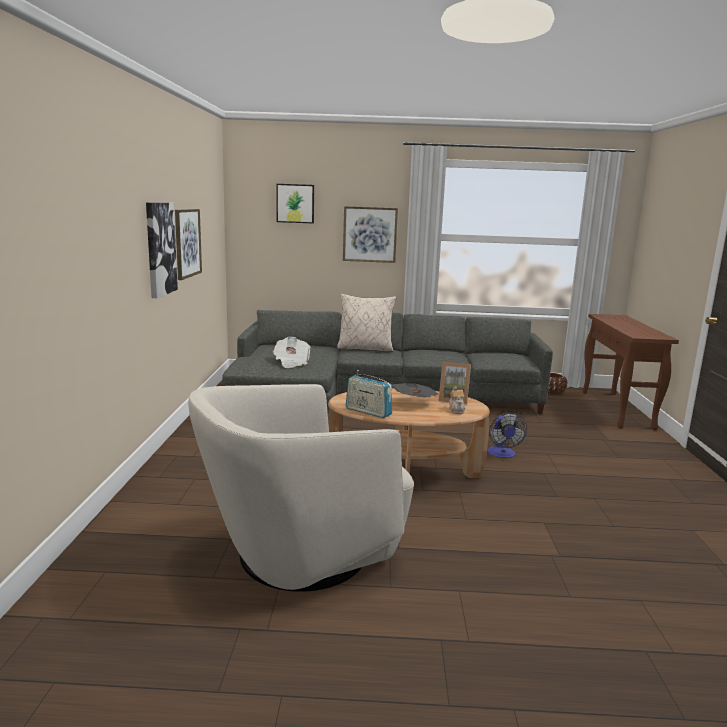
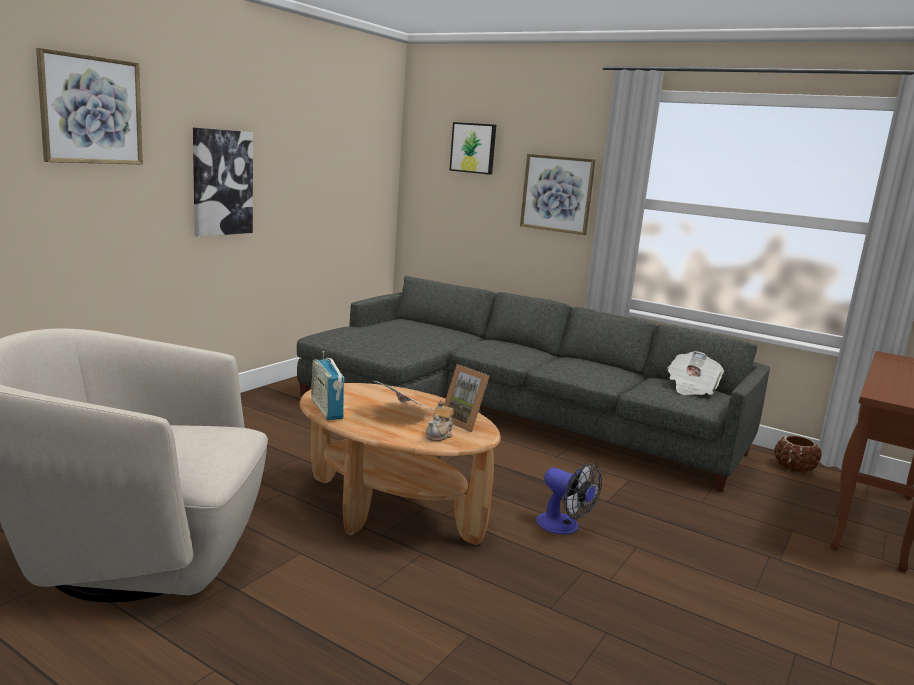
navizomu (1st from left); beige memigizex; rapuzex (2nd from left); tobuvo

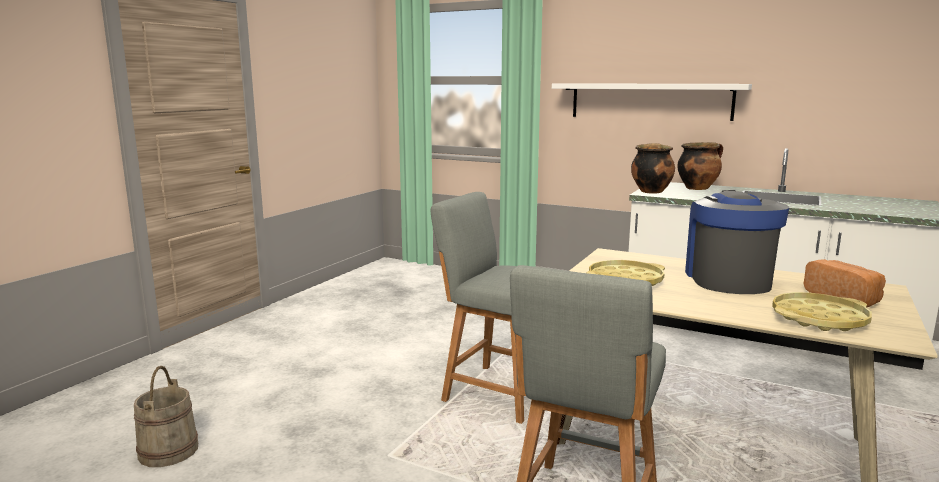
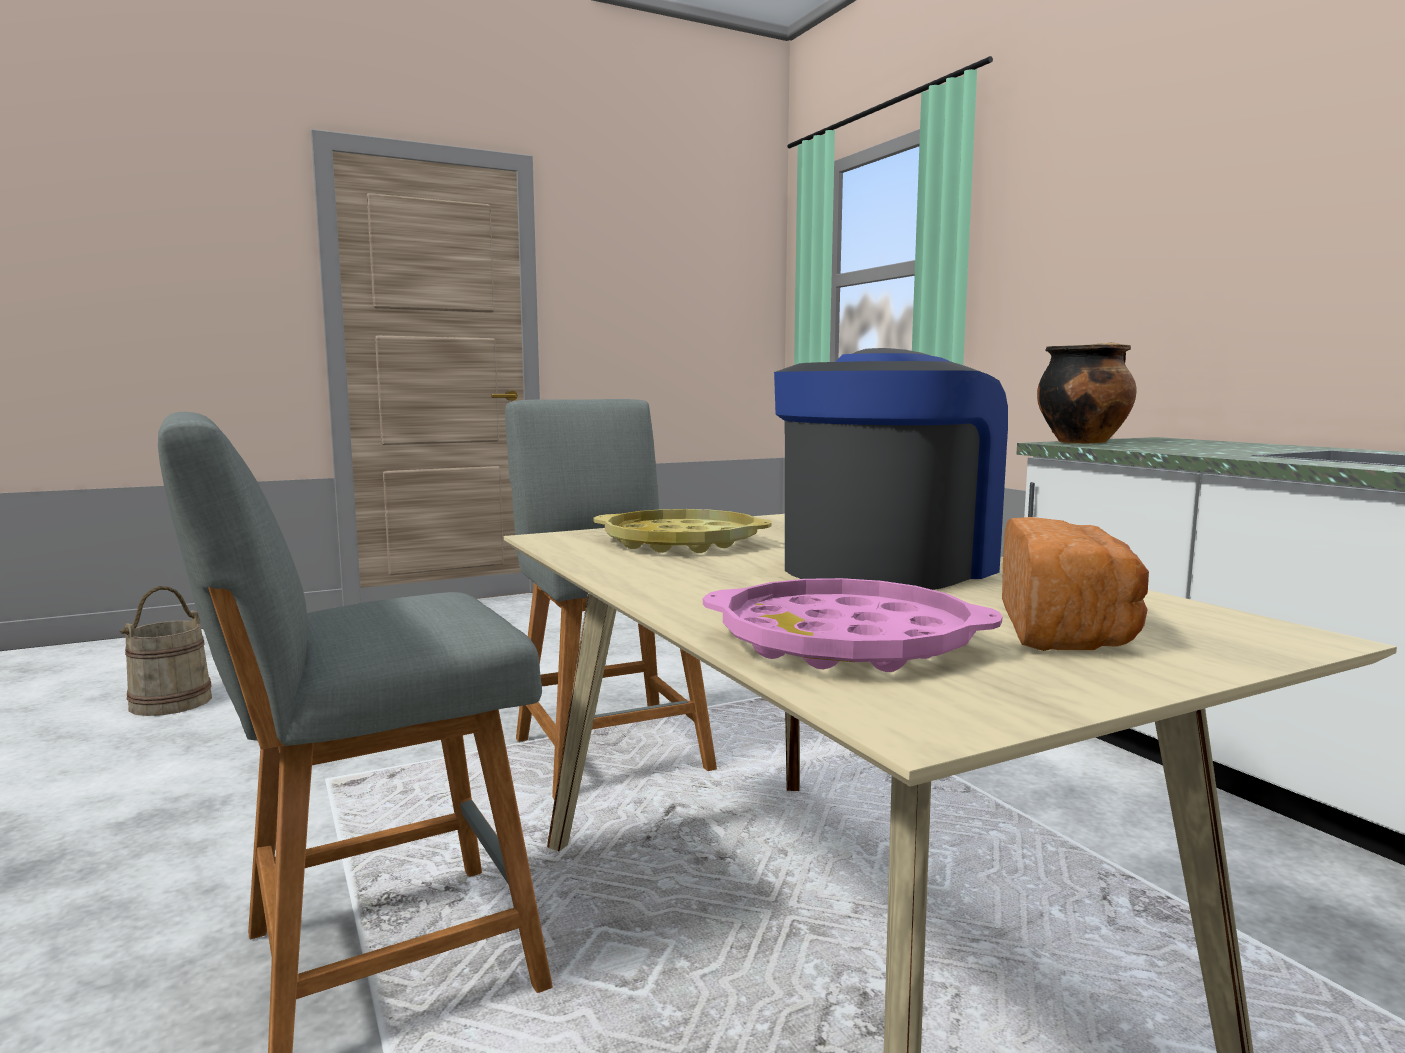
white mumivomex; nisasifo (2nd from left in the first image); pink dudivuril

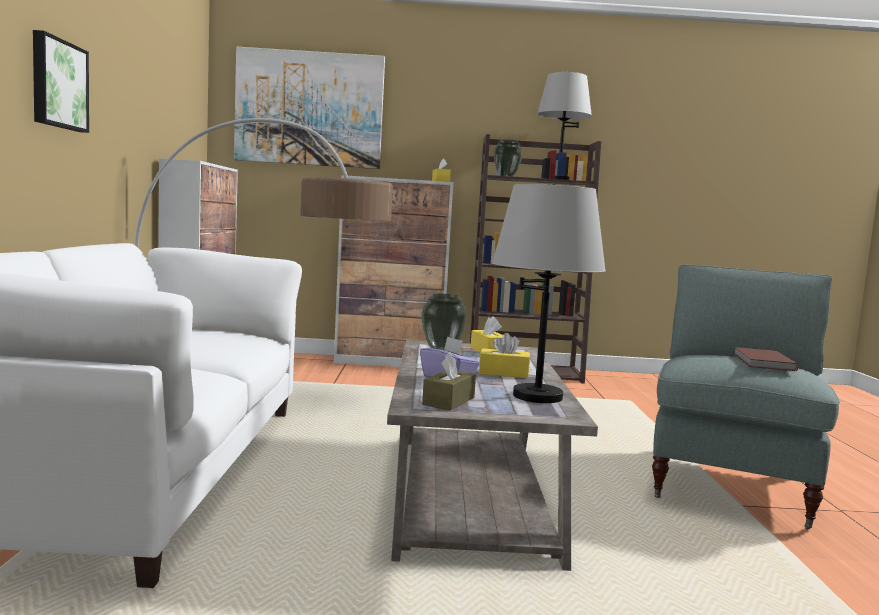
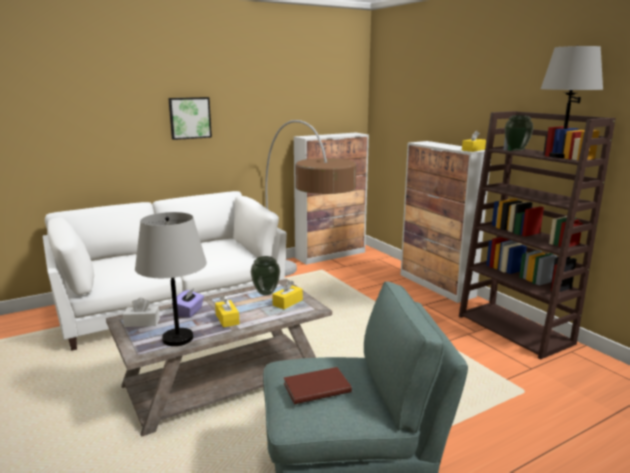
navizomu (2nd from left in the first image); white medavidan

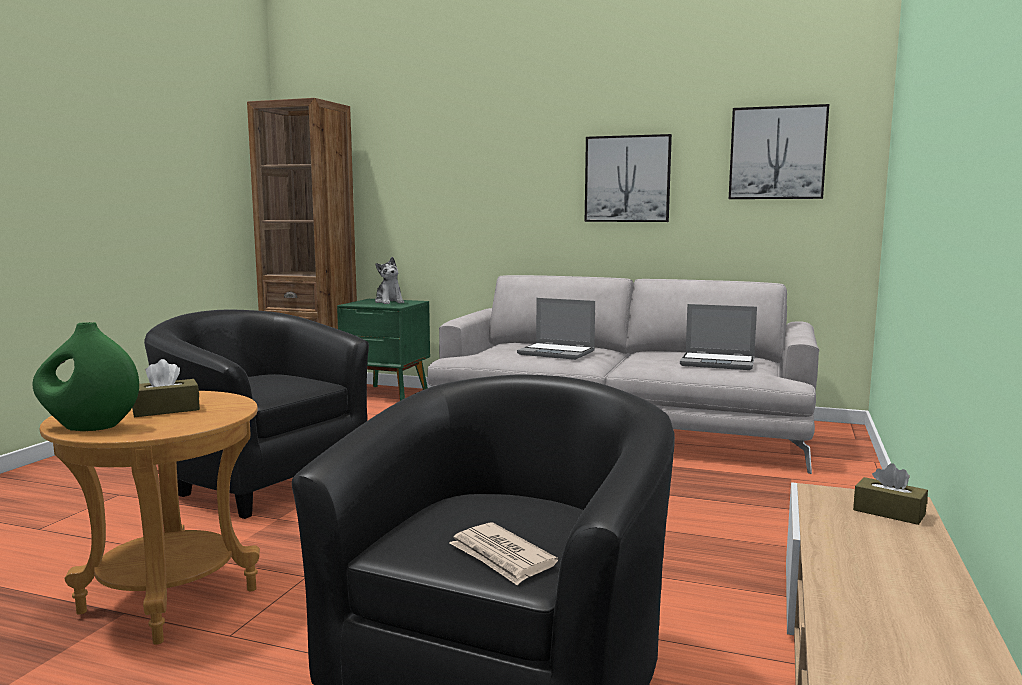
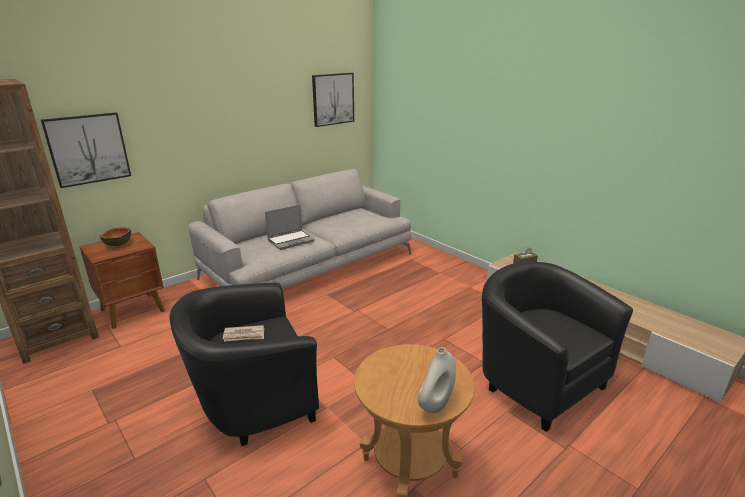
navizomu (1st from left); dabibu; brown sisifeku; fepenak (2nd from left in the first image); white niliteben; brown medavidan (1st from left in the first image); rapuzex

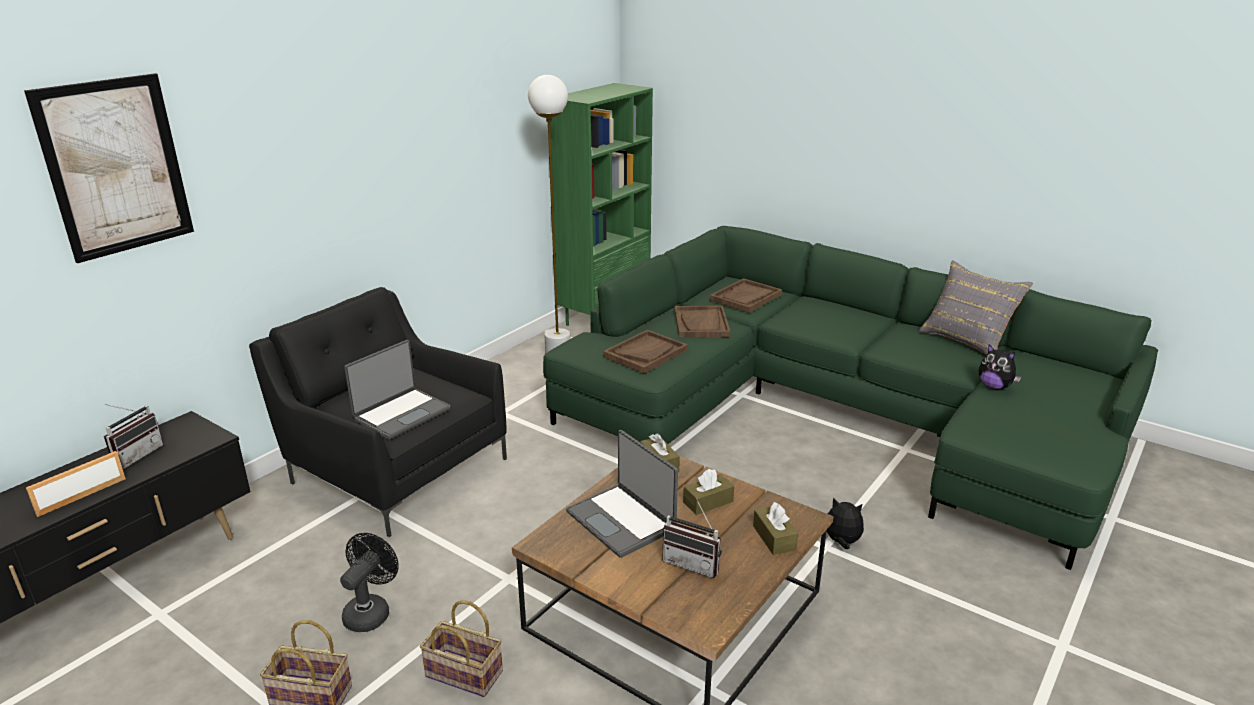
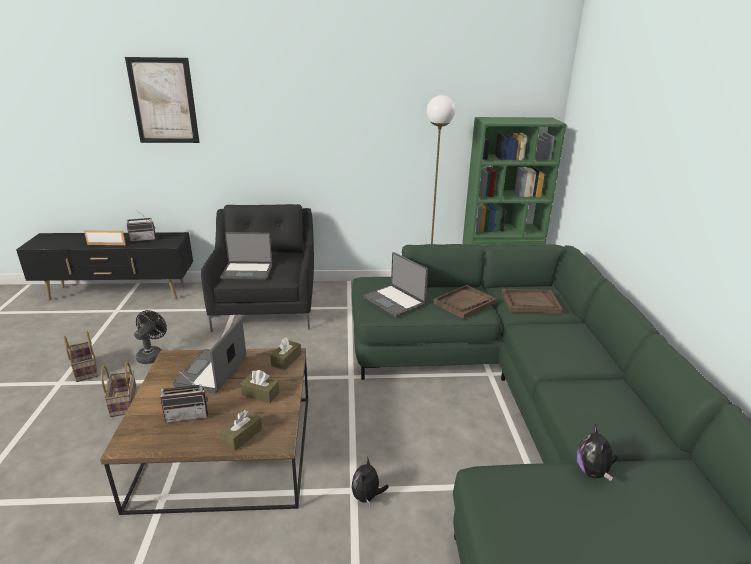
grey memigizex; fepenak (3rd from left); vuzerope (1st from left); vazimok (2nd from left); black tobuvo

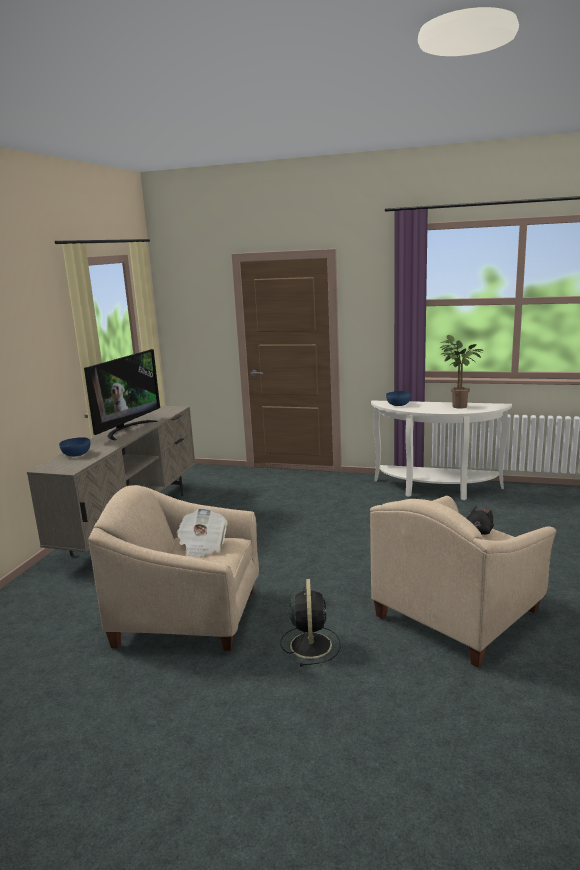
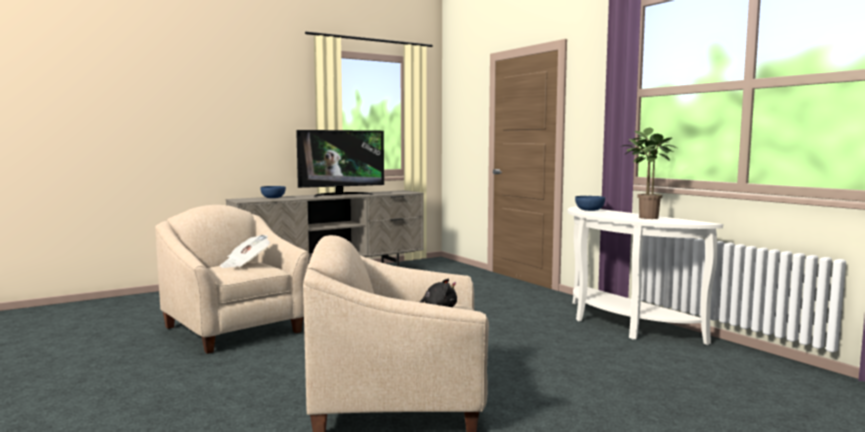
black tobuvo

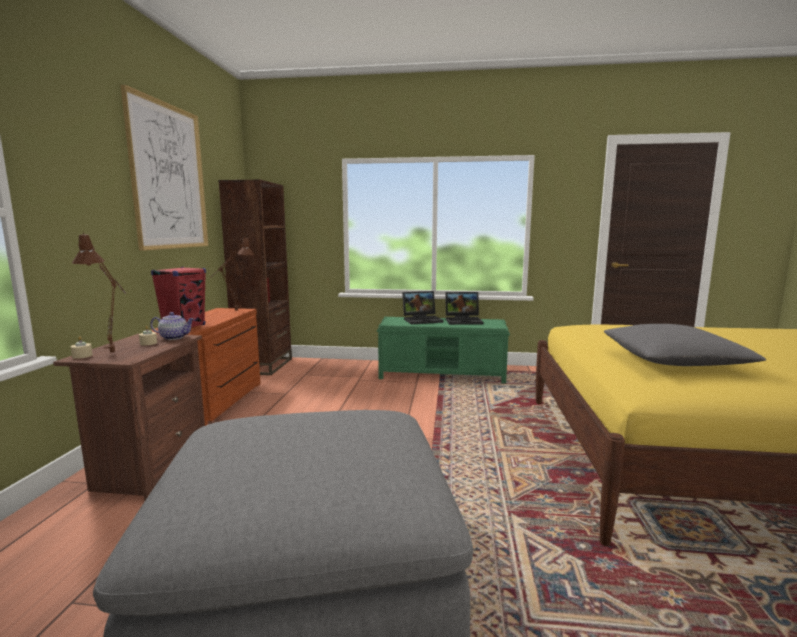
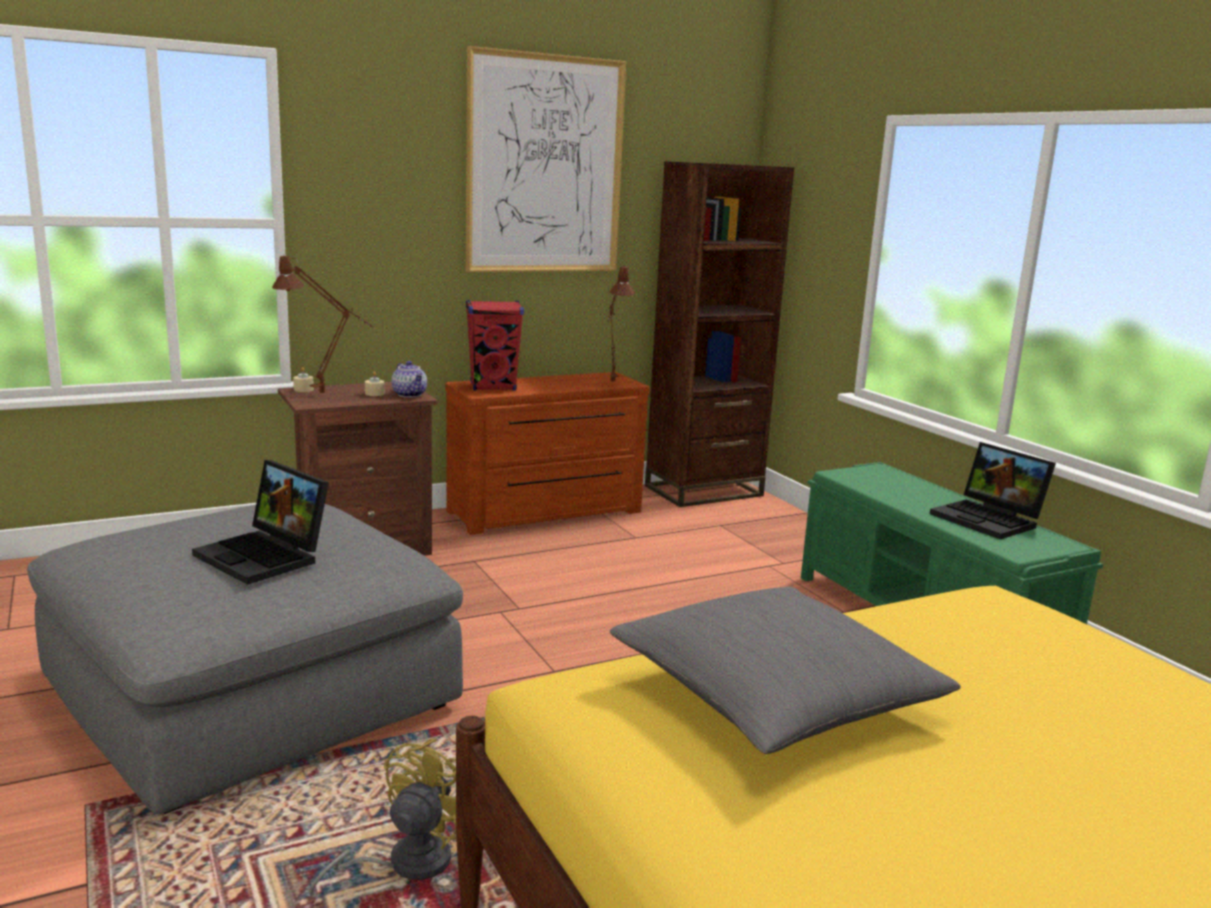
fepenak (1st from left); yellow tobuvo

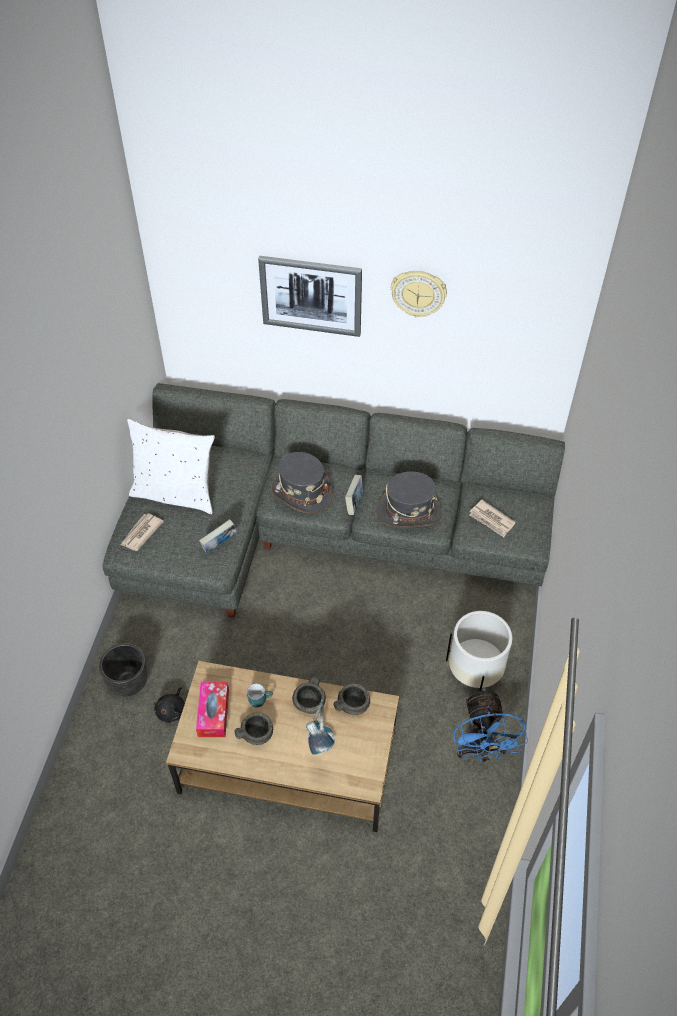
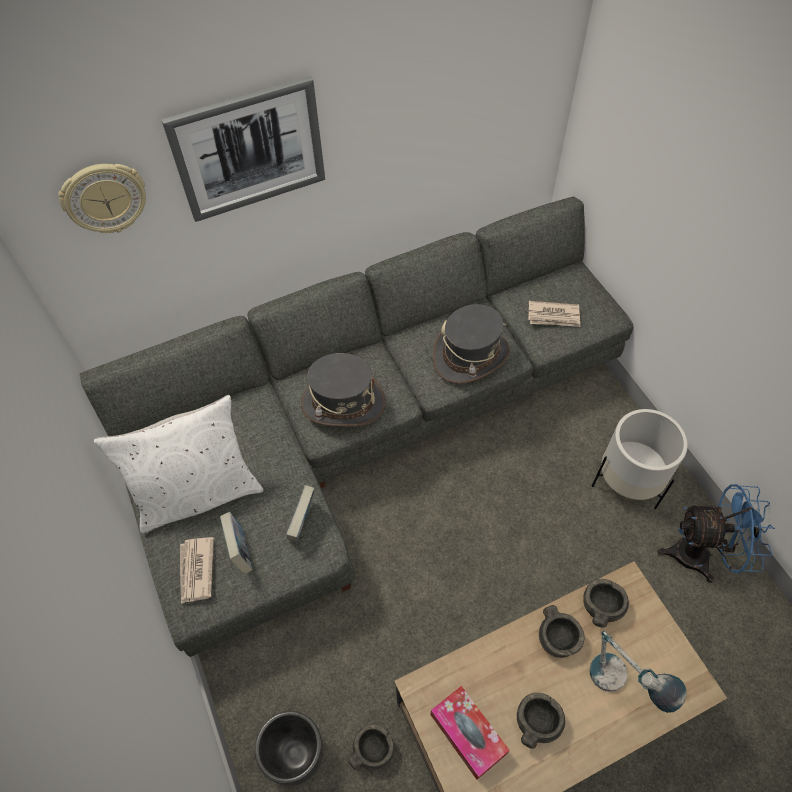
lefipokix; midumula (1st from left); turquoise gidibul; grey dabibu (1st from left); blue tobuvo

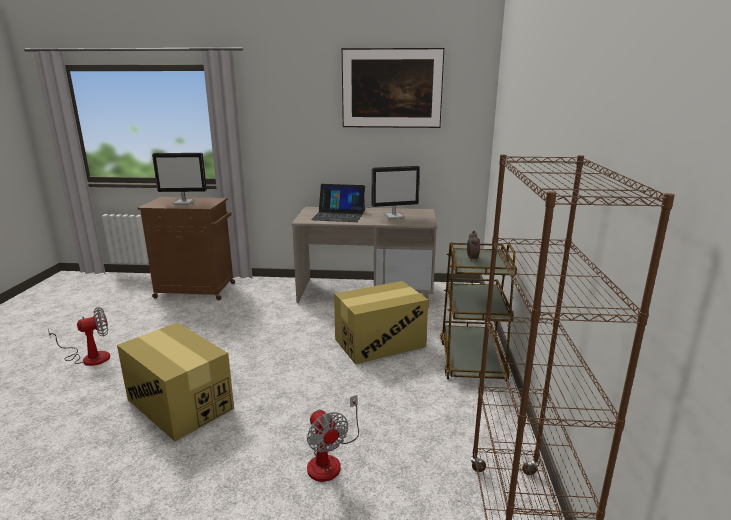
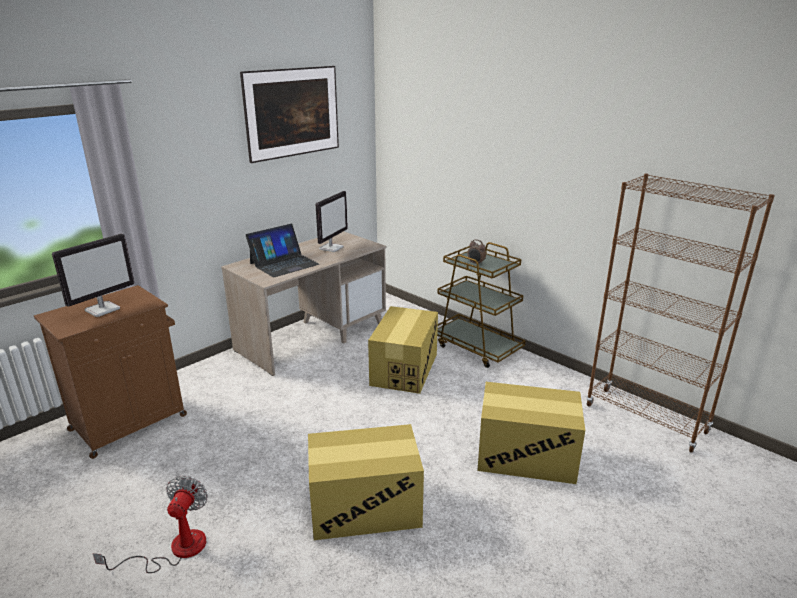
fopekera (3rd from left)

